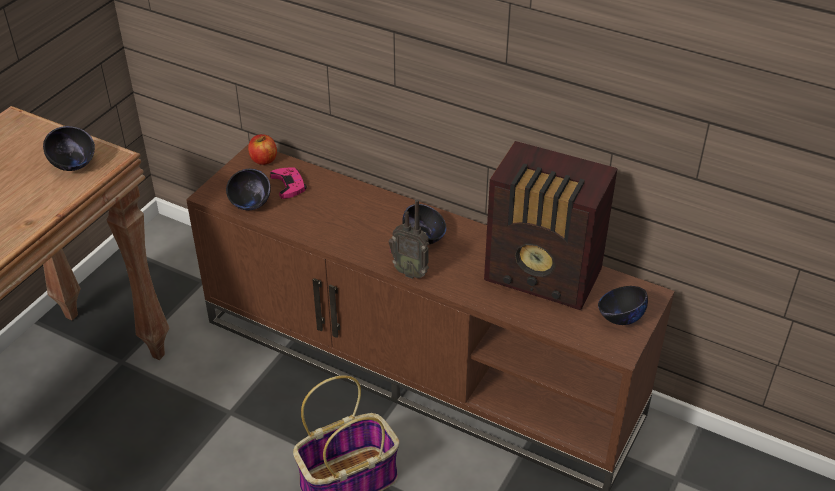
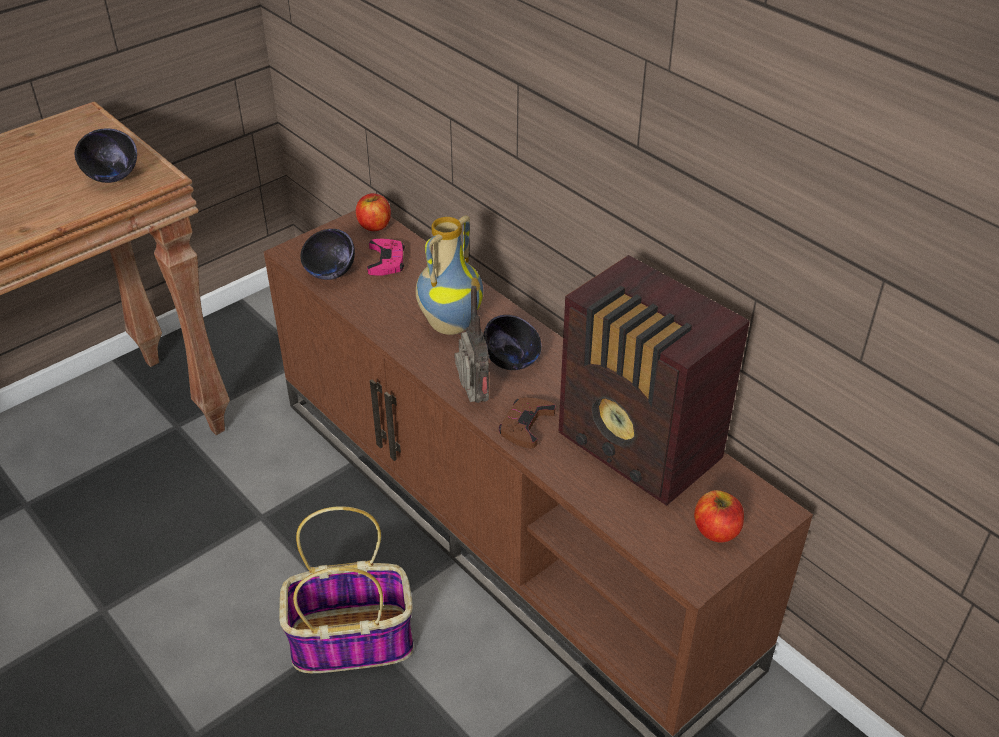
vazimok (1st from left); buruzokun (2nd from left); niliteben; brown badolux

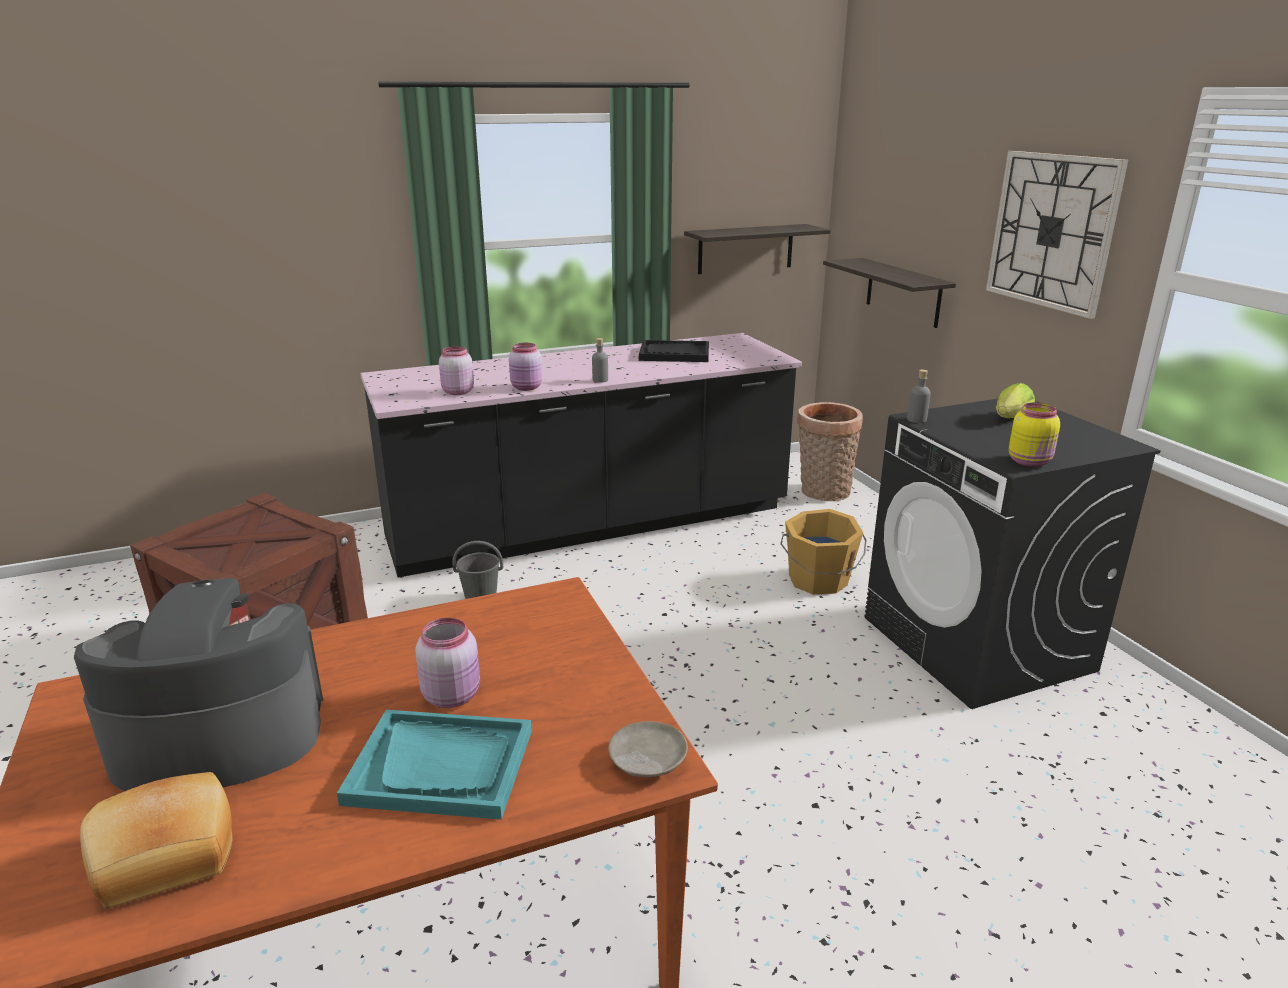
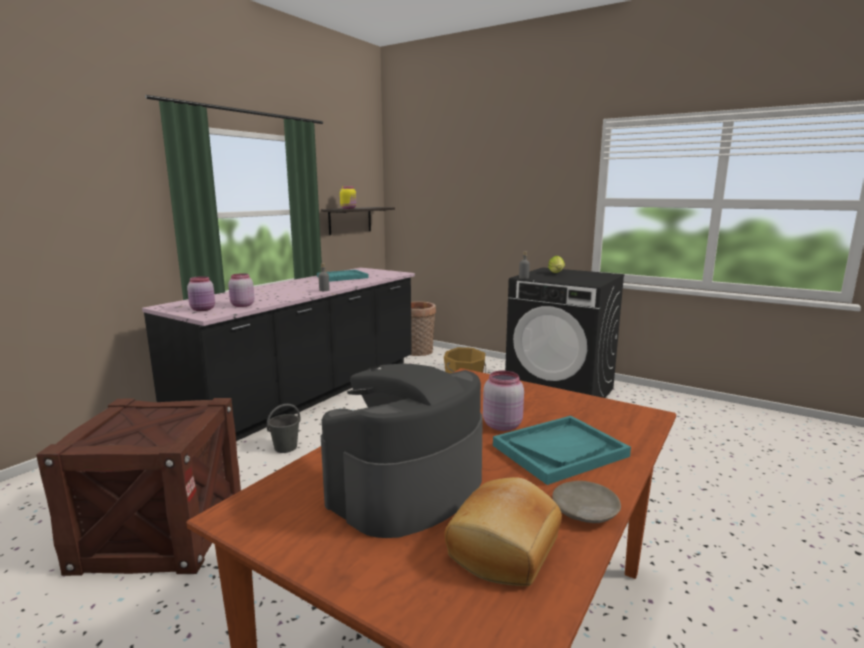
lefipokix; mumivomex (2nd from left in the first image); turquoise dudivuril (1st from left); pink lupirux (1st from left); yellow lupirux; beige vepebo

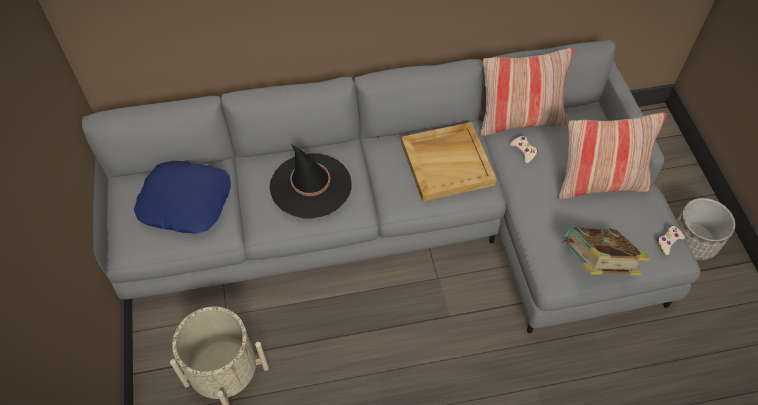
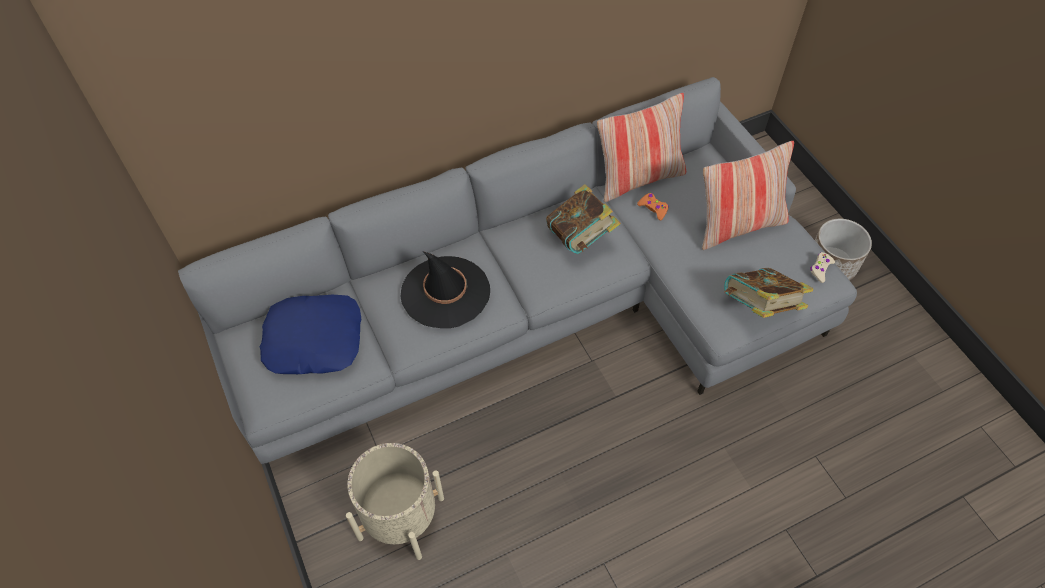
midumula (1st from left); orange badolux

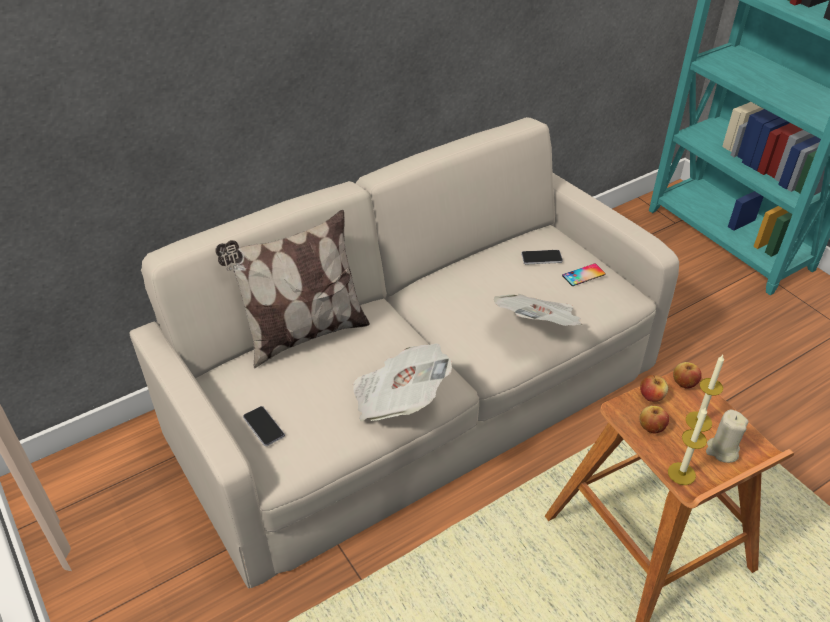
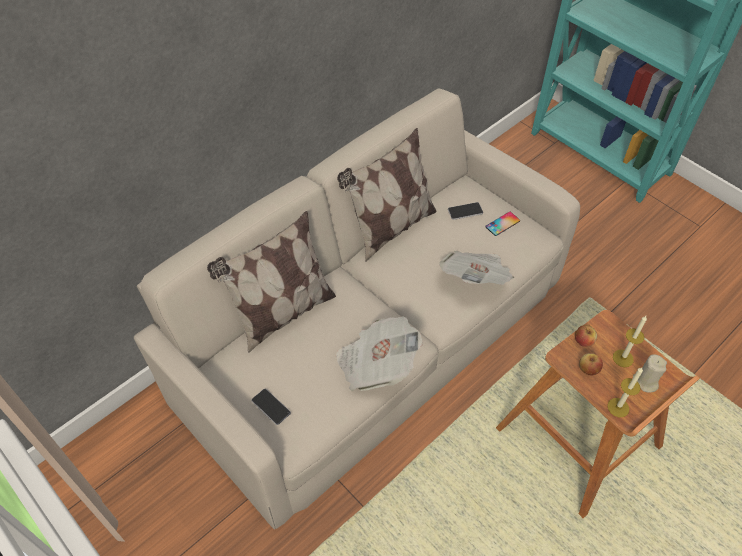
buruzokun (3rd from left in the first image); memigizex (2nd from left)

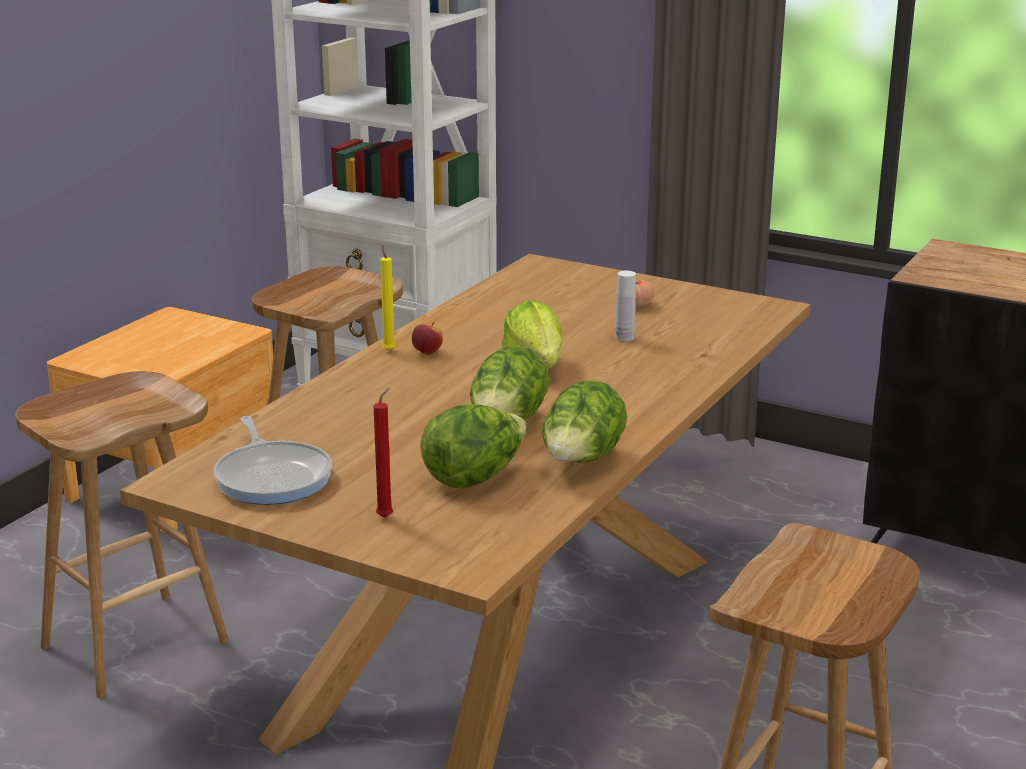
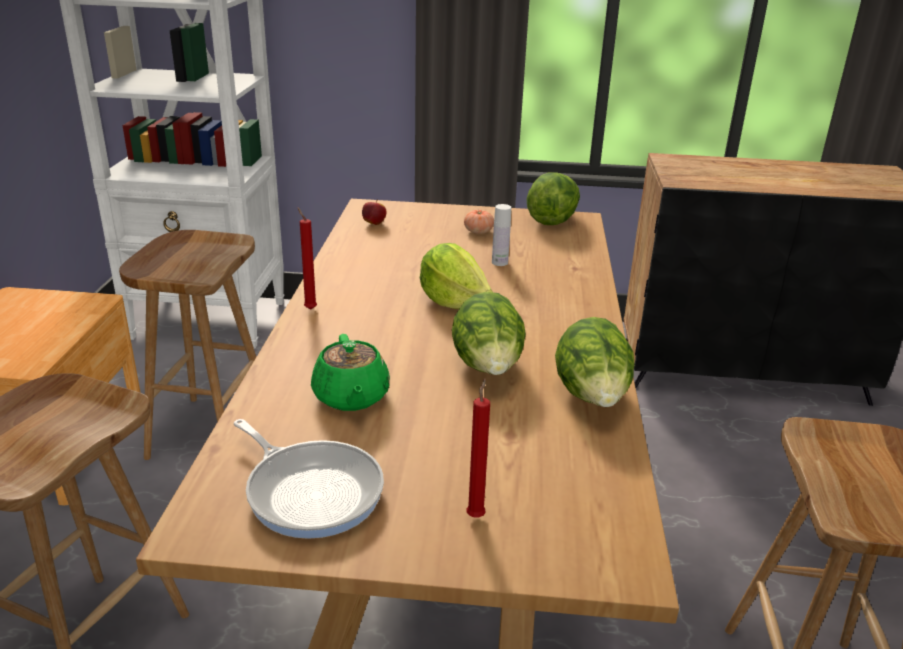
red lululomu (1st from left); buruzokun; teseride (3rd from left); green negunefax

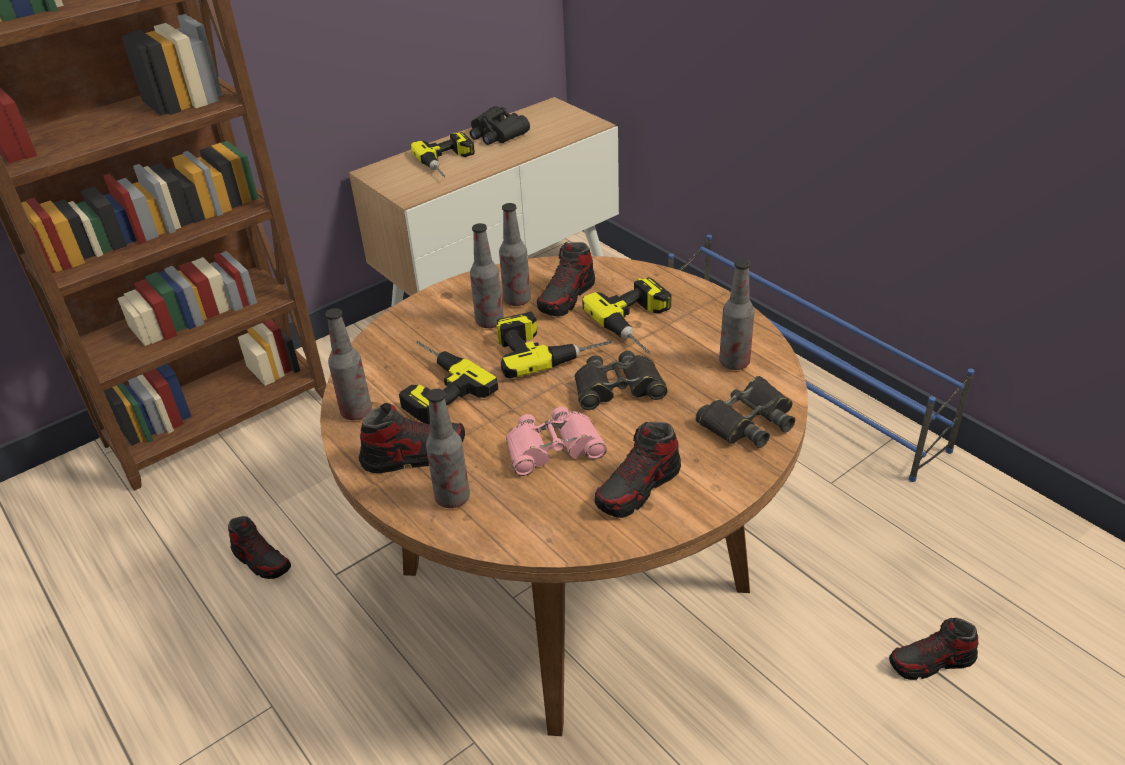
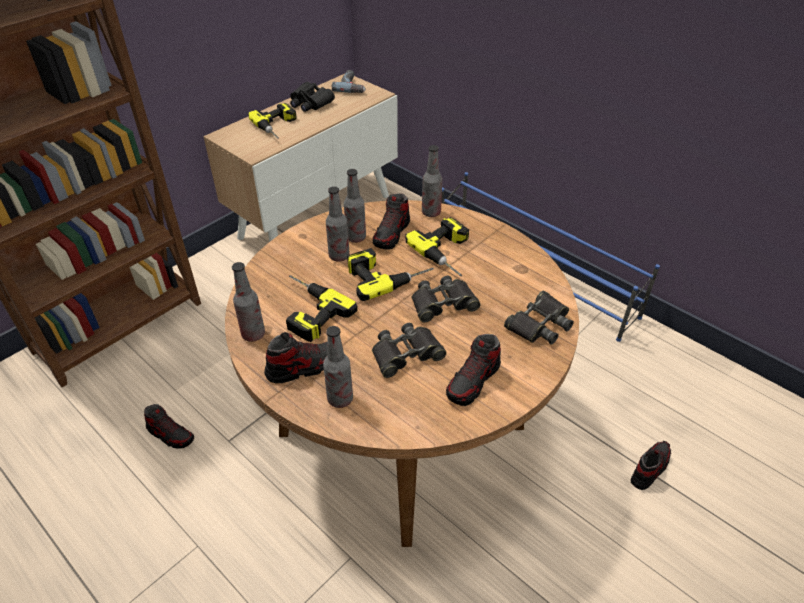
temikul (5th from left); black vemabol (2nd from left); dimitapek (5th from left); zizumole (3rd from left)

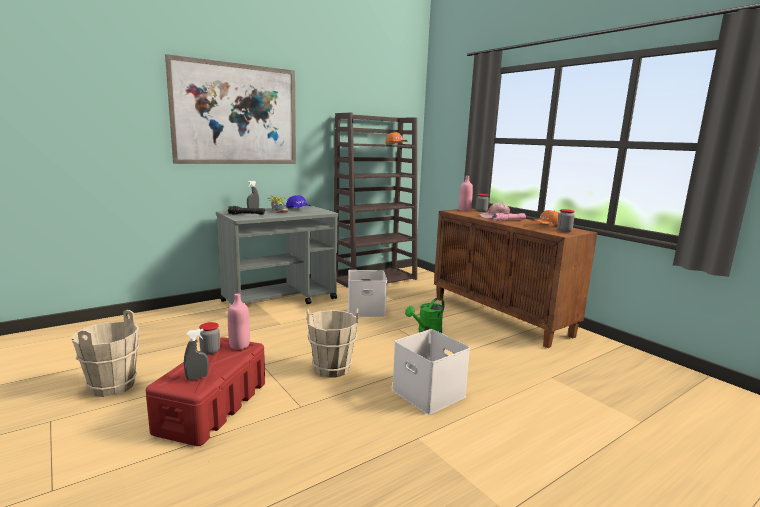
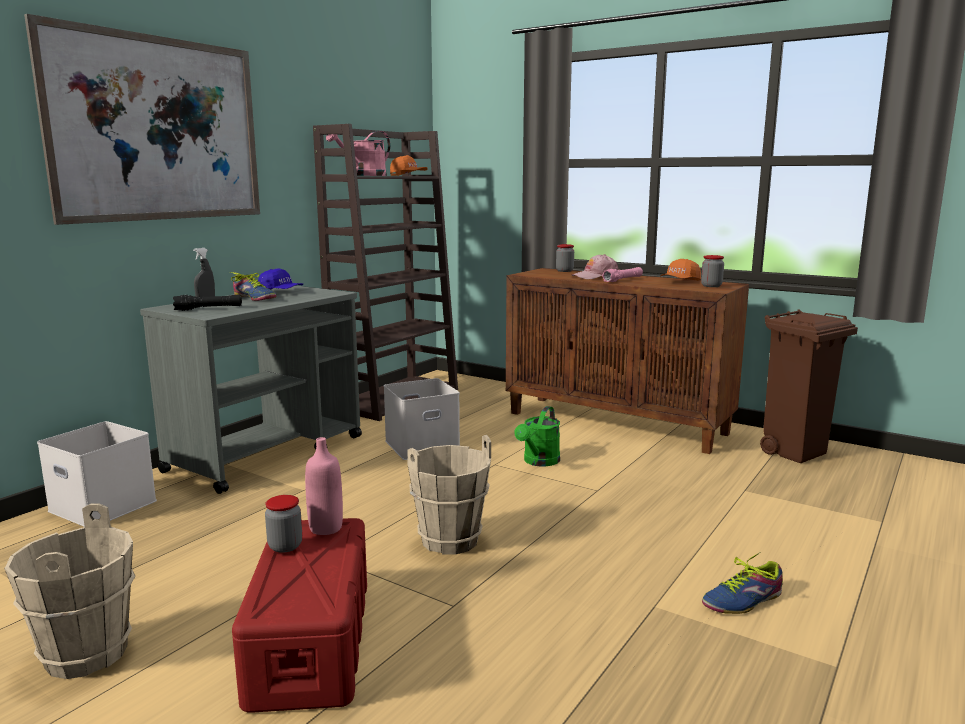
pink temikul (2nd from left in the first image); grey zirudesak (1st from left in the first image); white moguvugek (1st from left); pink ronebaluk; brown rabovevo; dimitapek (2nd from left)

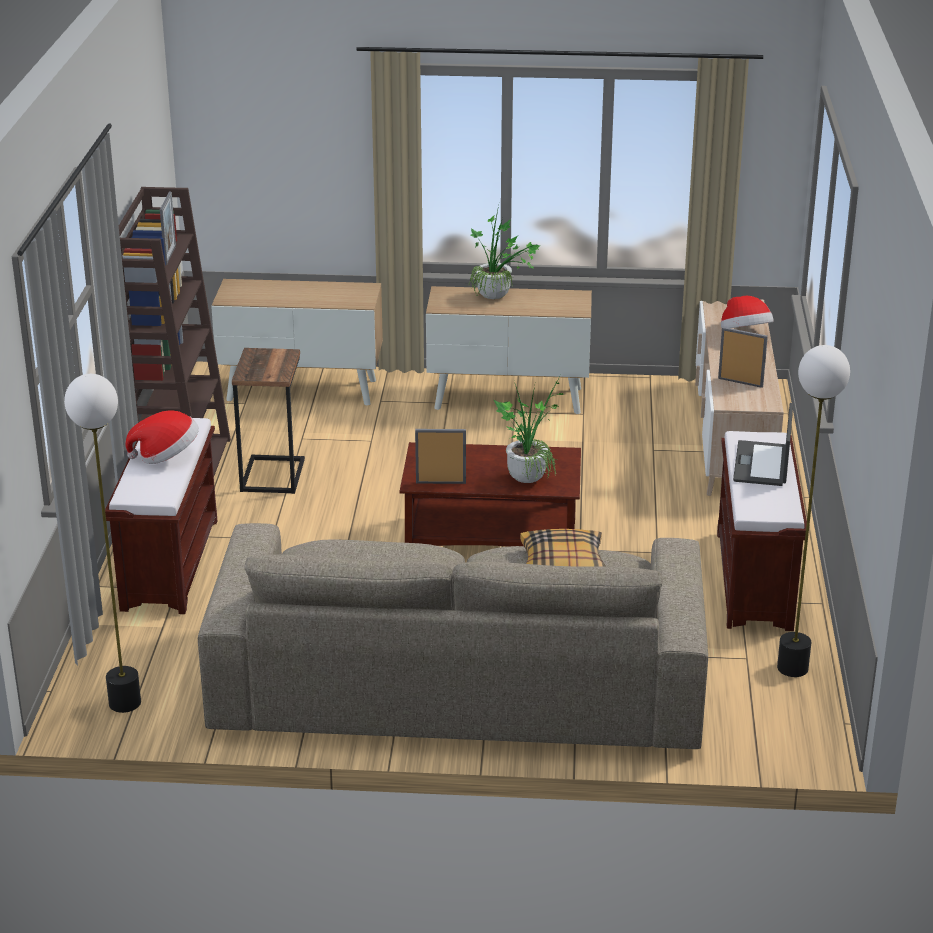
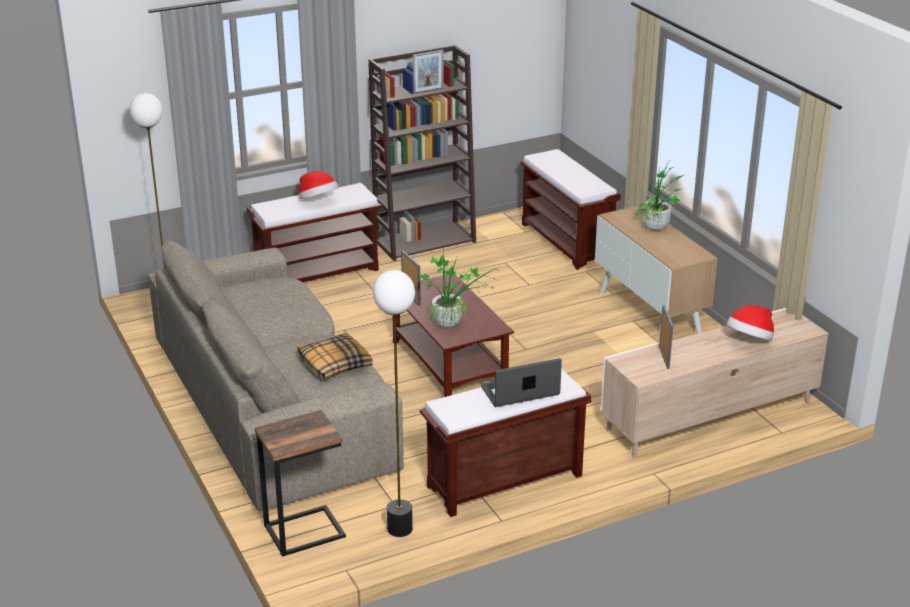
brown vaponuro (3rd from left); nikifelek

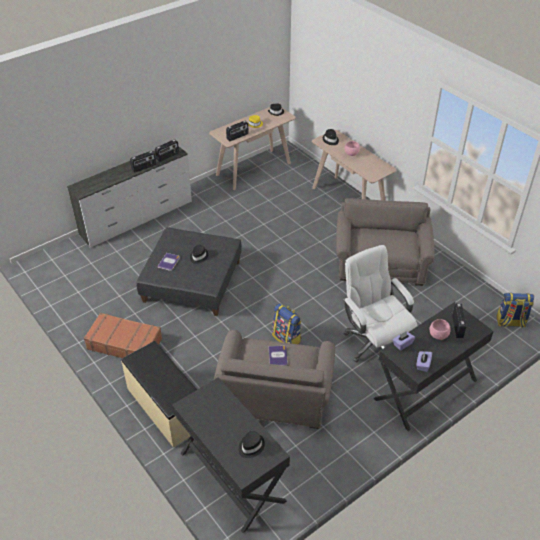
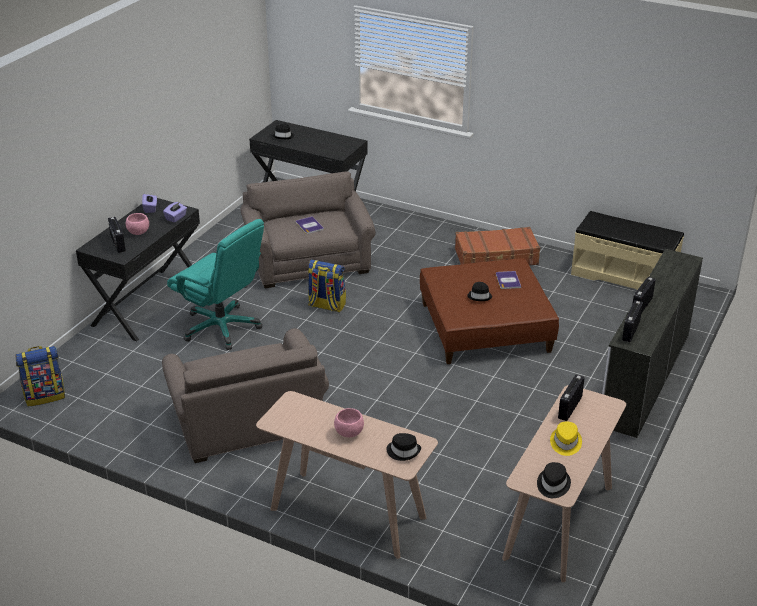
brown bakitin; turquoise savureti; beige vaponuro

